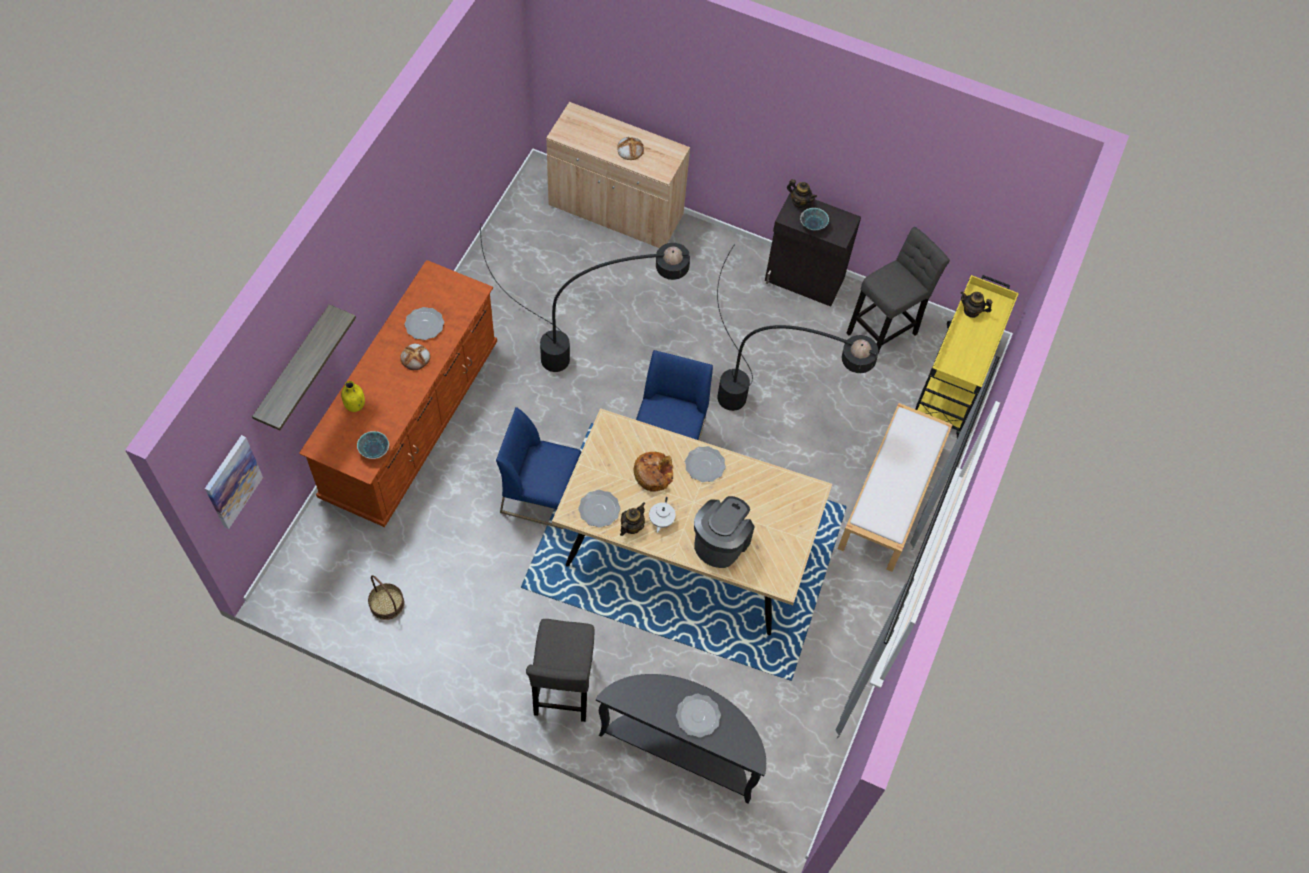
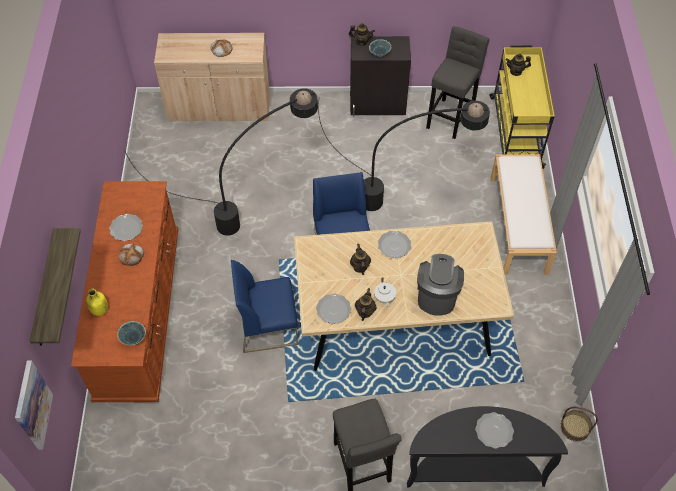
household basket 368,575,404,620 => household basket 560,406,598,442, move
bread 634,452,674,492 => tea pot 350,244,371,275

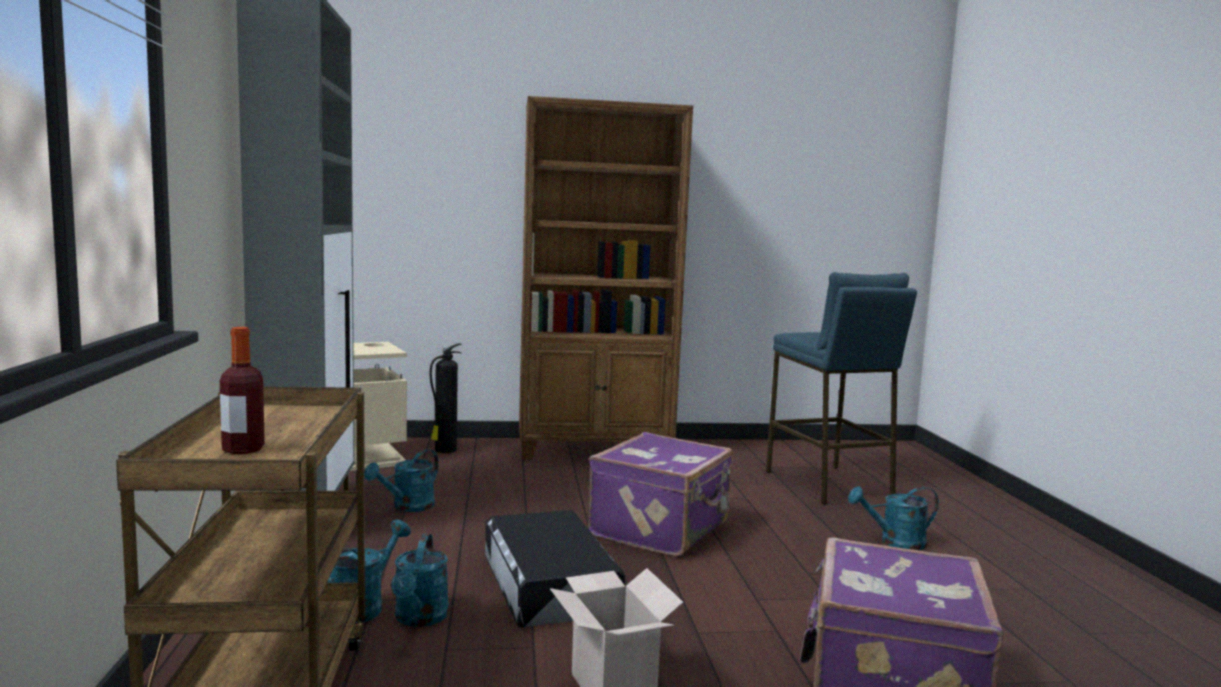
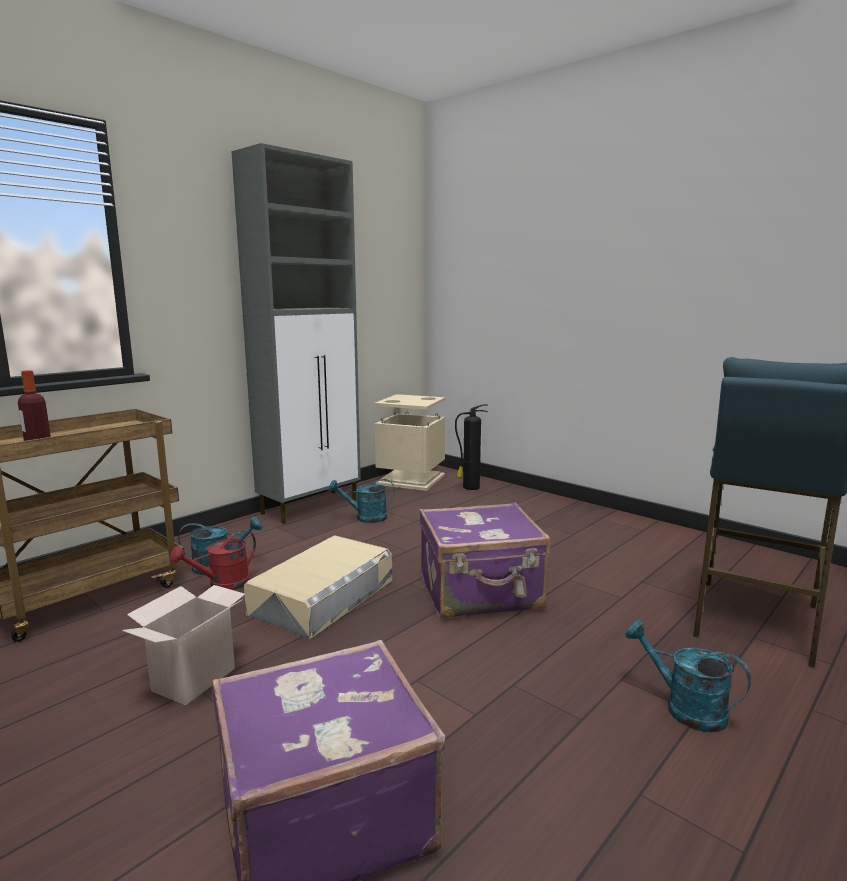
sprinkling can in blue-green 391,534,449,627 => sprinkling can in red 170,530,256,590
storage bin in blackish 485,510,626,628 => storage bin in sand-coloured 244,535,392,639
shelving unit in brown-coloured 519,96,693,460 => nothing

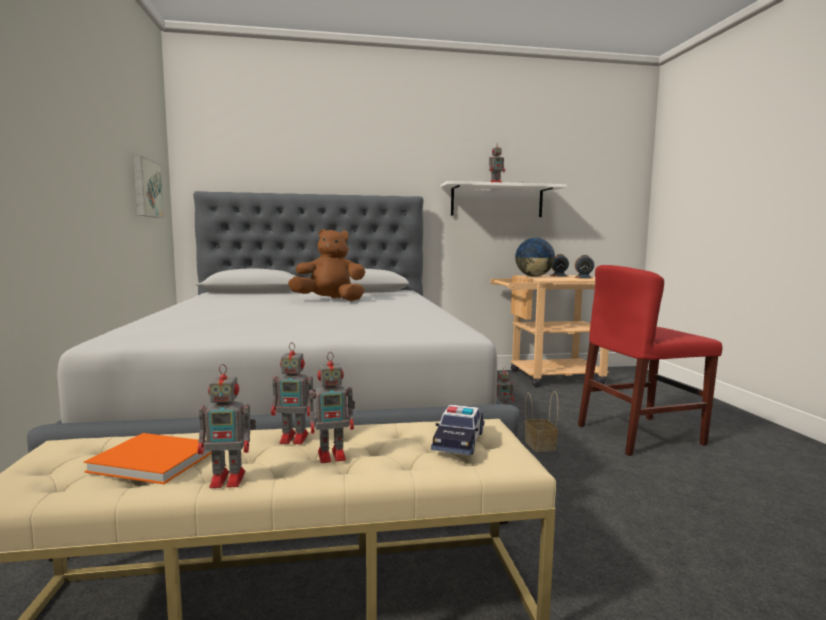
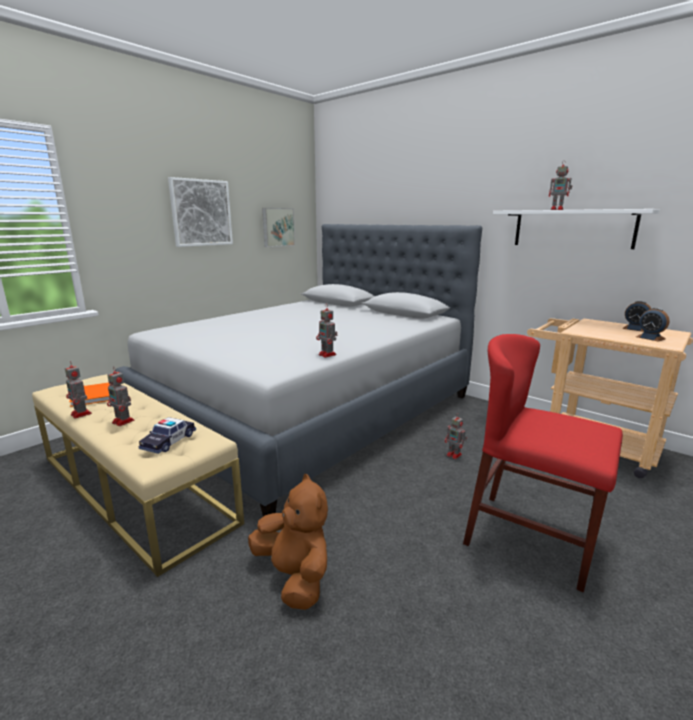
model robot 271,342,315,444 => model robot 316,304,337,358, move
cuddly toy in brown-coloured 288,229,365,301 => cuddly toy in brown-coloured 248,474,328,610, move
miniature car 431,404,484,455 => miniature car 138,417,196,454, 45 degrees counterclockwise
desk globe 515,238,556,277 => nothing
household basket 525,391,558,452 => nothing
nothing => wall art 168,177,233,247

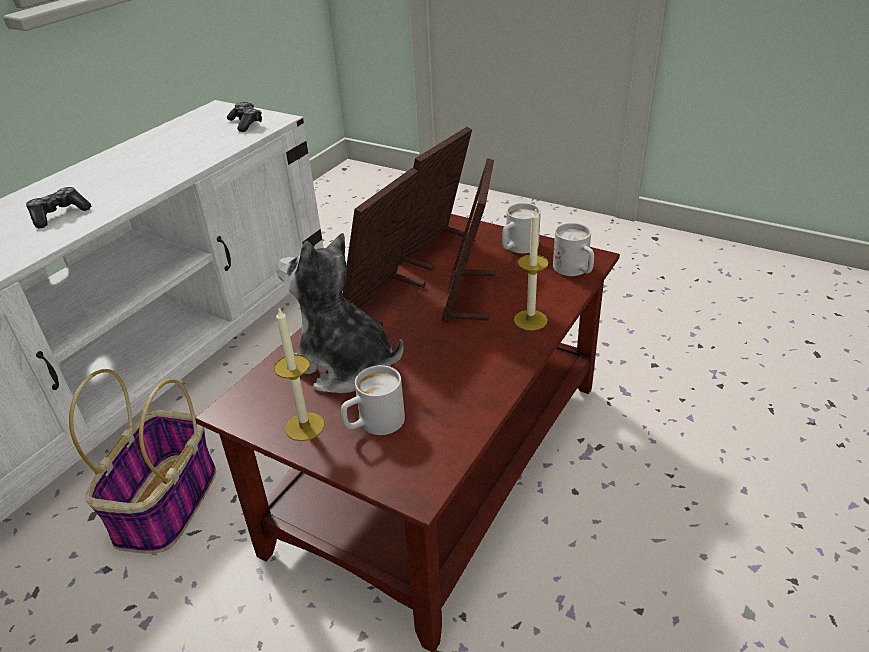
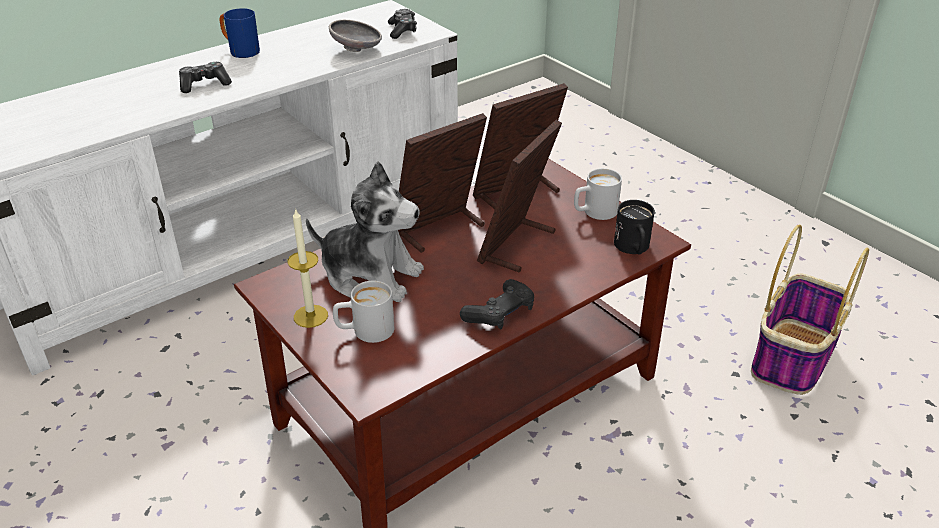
household basket 69,369,216,554 => household basket 751,224,869,395, move
cuddly toy 277,233,404,394 => cuddly toy 306,161,424,302, 150 degrees clockwise
candle 514,207,548,331 => nothing
tea mug in white-coloured 553,223,594,276 => tea mug in blackish 614,200,655,254
nothing => tea mug in blue-coloured 219,8,260,58
nothing => serving bowl in greyish 329,20,382,52
nothing => gamepad in blackish 460,279,534,330

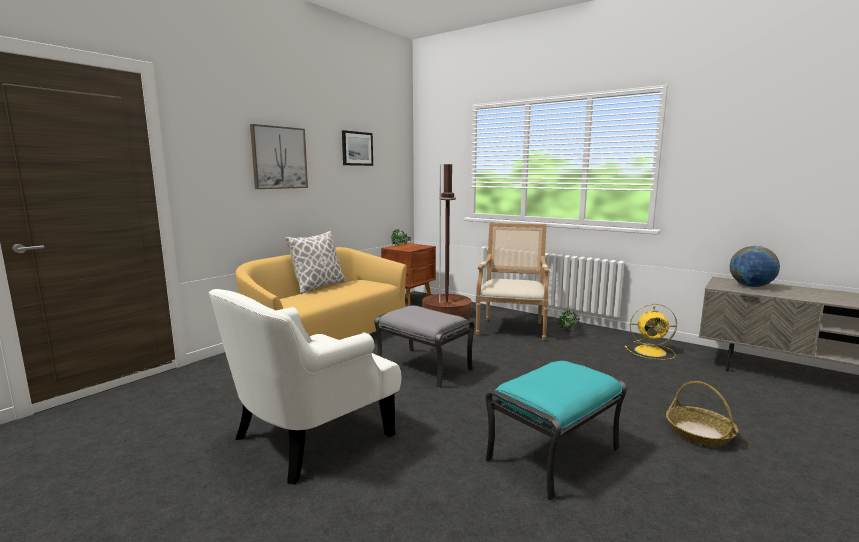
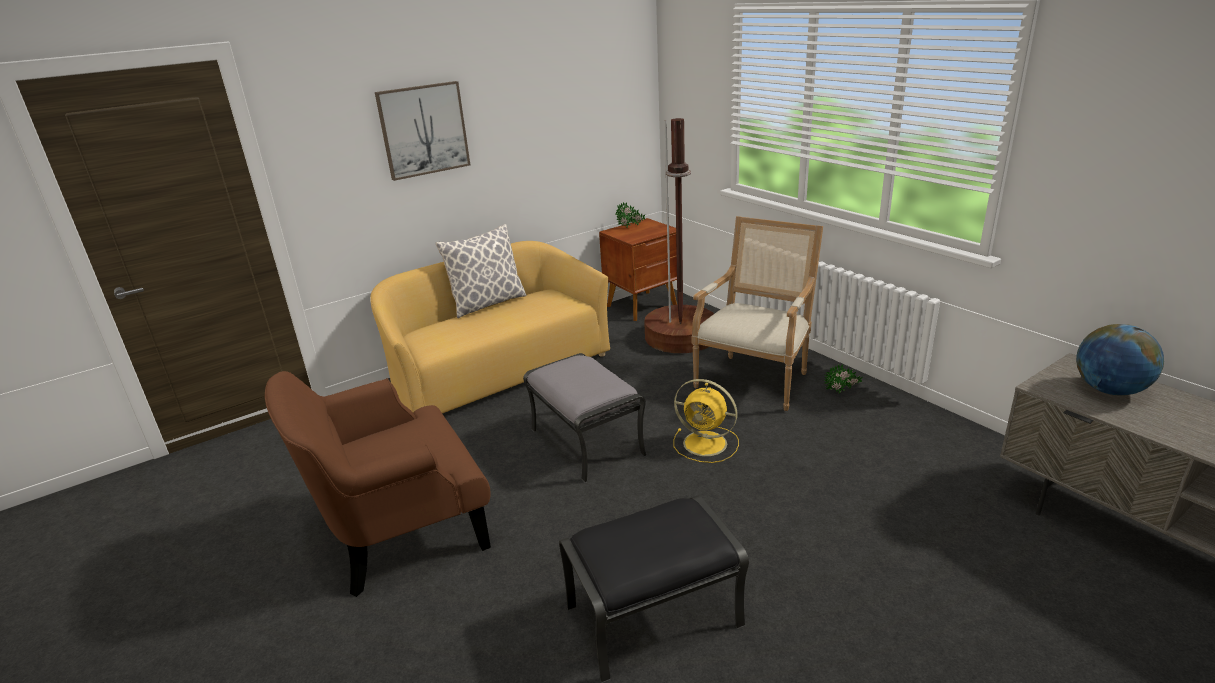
armchair in white-coloured 209,289,401,485 => armchair in brown-coloured 265,371,491,597
wall art 342,130,373,166 => nothing
ottoman in blue-green 485,360,627,501 => ottoman in blackish 559,495,749,683
electric fan in yellowish 625,304,677,360 => electric fan in yellowish 673,379,739,463, move
household basket 666,381,739,446 => nothing

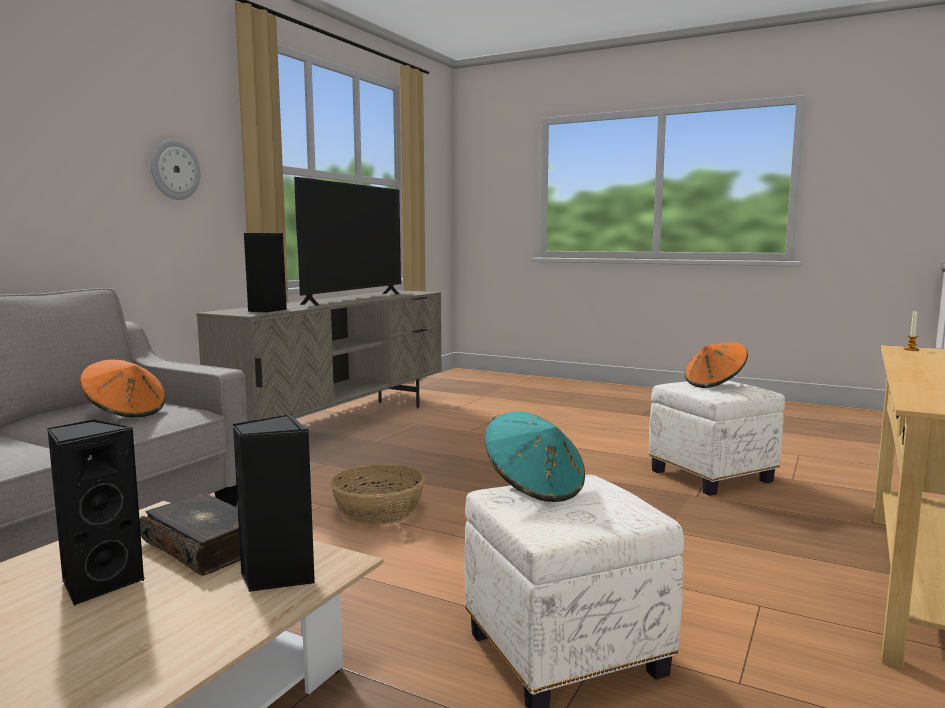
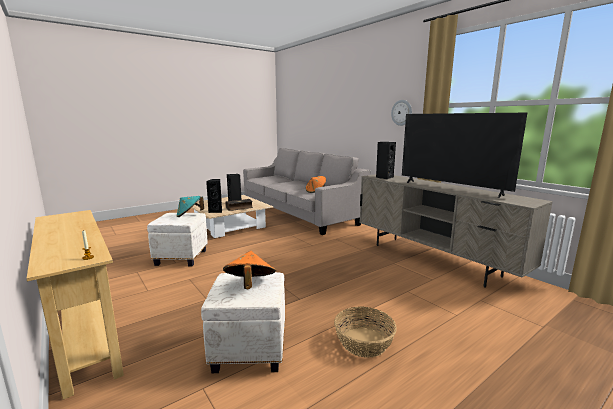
household basket 330,464,425,525 => household basket 334,307,397,358, move

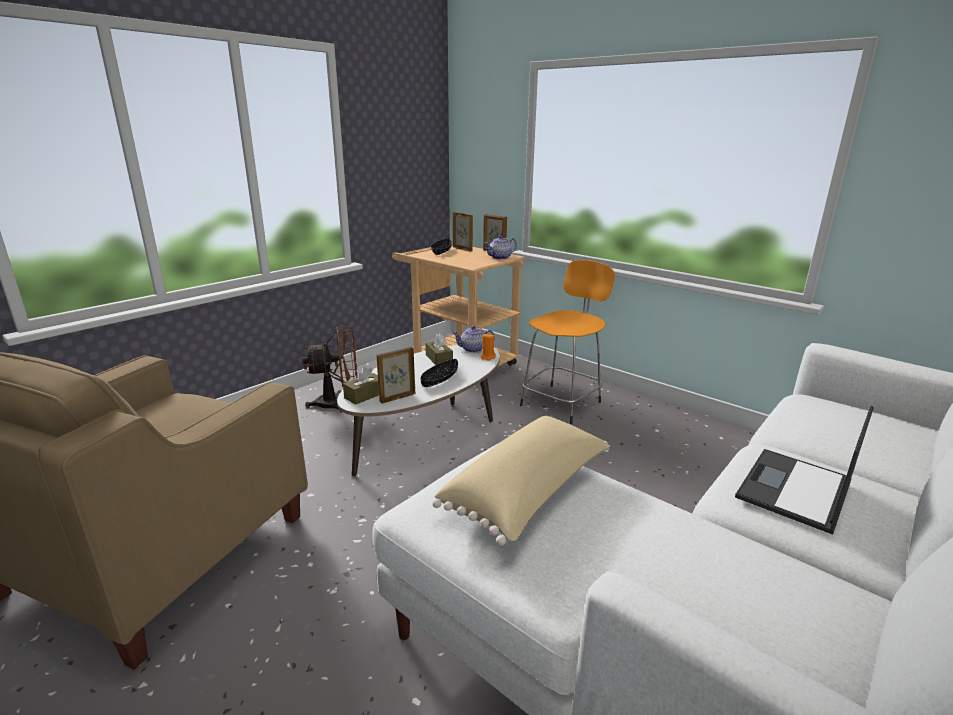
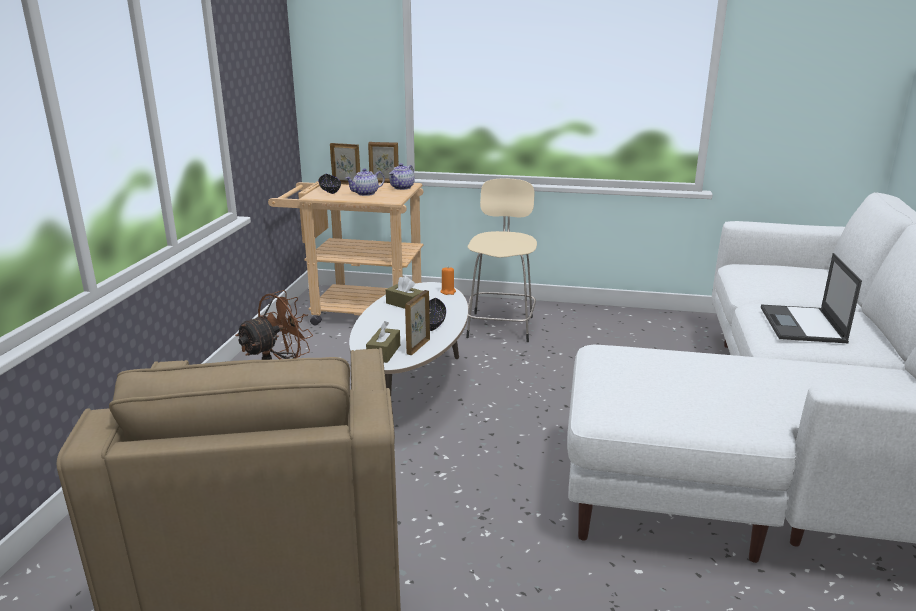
pillow in sand-coloured 432,416,610,546 => nothing
tea pot 452,326,495,353 => tea pot 346,168,385,196, move
sitting stool in orange-coloured 520,260,615,424 => sitting stool in sand-coloured 466,178,537,342

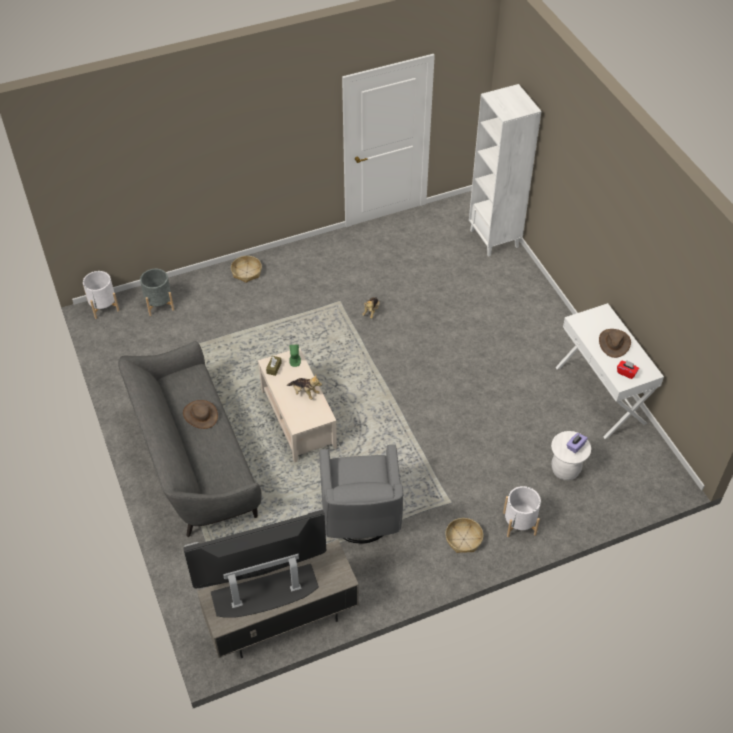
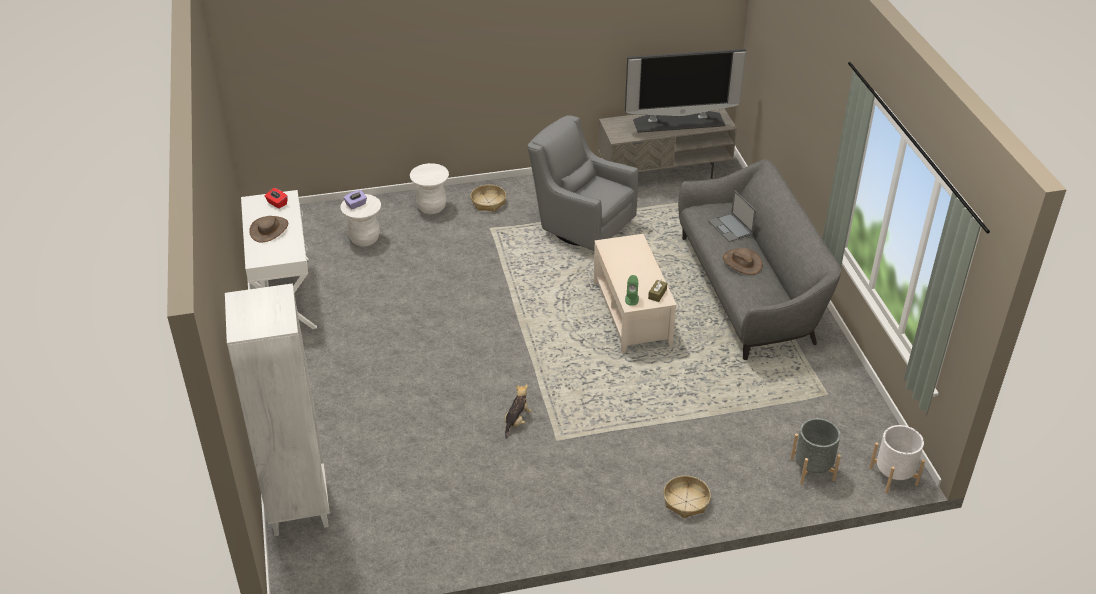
cuddly toy 286,375,322,400 => nothing
armchair in greyish 319,444,403,544 => armchair in greyish 528,115,638,251, 60 degrees counterclockwise
planter in white-coloured 503,486,541,537 => sitting stool in white-coloured 410,163,449,214
nothing => laptop 708,190,756,242

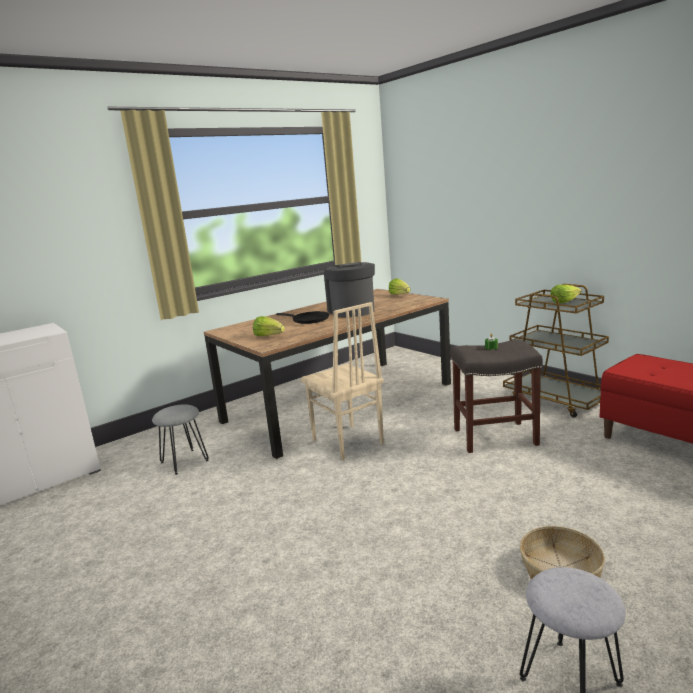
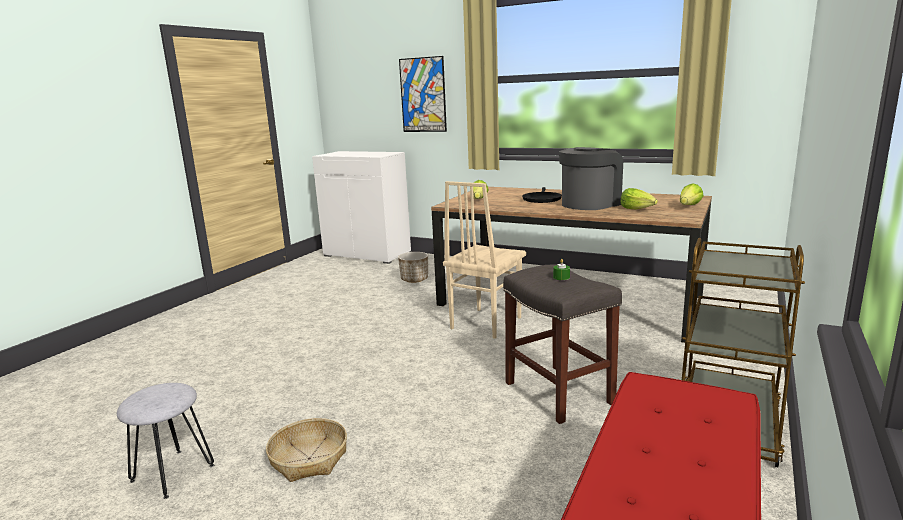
sitting stool in greyish 152,404,209,475 => planter 398,252,428,283
lettuce 550,285,582,303 => lettuce 620,188,658,209, move
nothing => wall art 399,56,447,132

